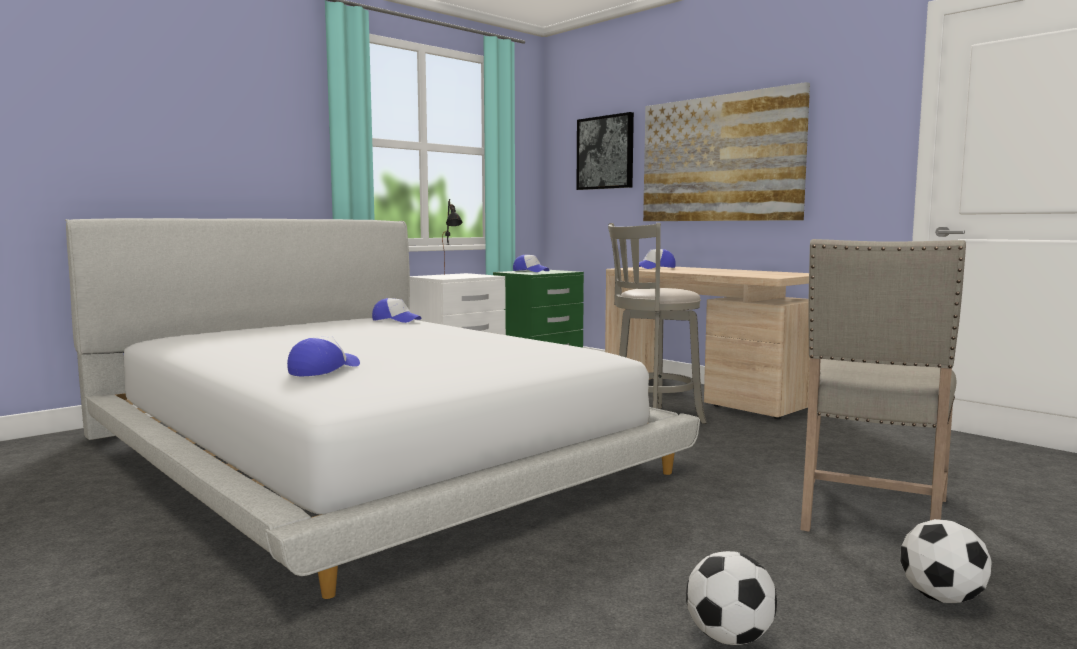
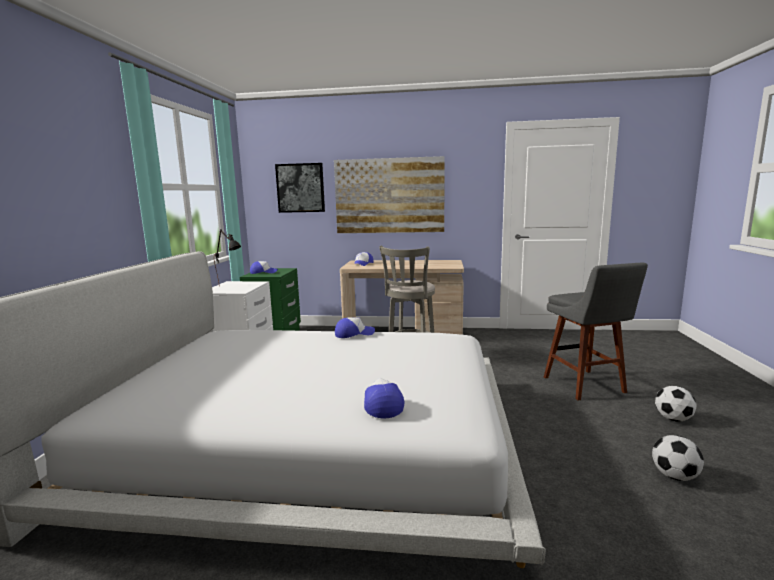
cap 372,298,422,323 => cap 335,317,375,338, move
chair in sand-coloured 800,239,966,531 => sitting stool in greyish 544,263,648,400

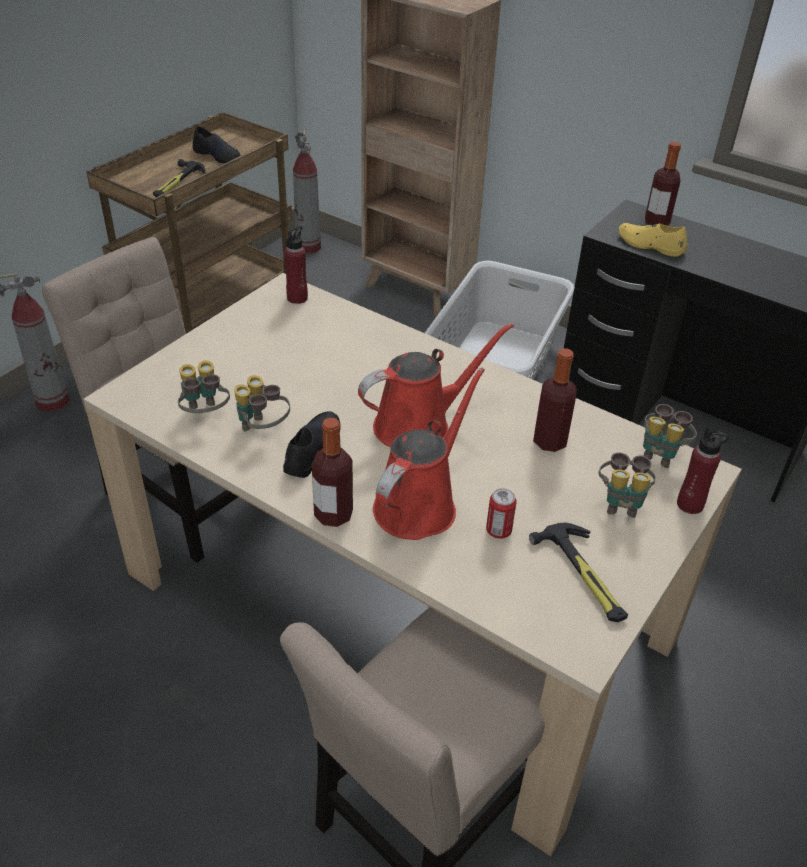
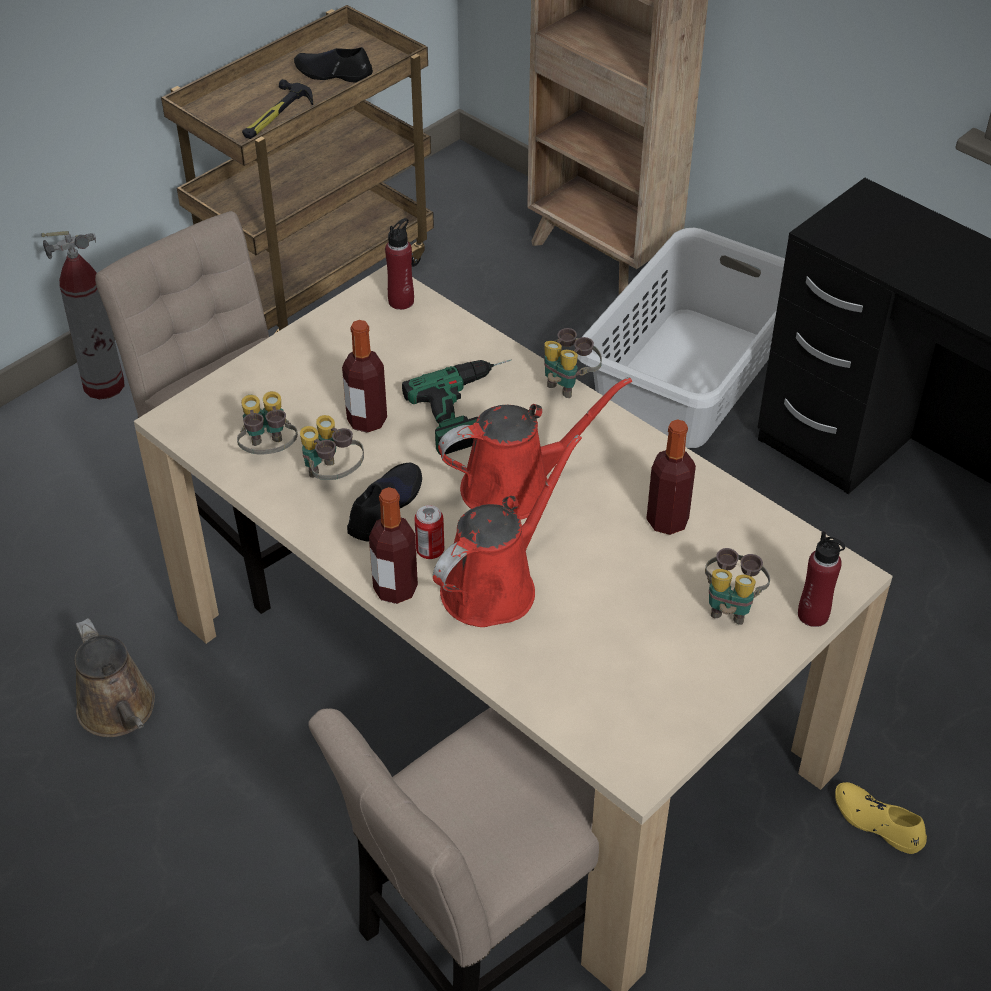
item of footwear in blackish 193,126,241,163 => item of footwear in blackish 294,47,373,83, 150 degrees clockwise
fire-fighting cylinder 293,128,321,254 => nothing
sealed can 486,489,517,539 => sealed can 414,505,444,559, move
hand hammer 529,523,628,622 => nothing
item of footwear in yellowish 619,223,687,257 => item of footwear in yellowish 835,782,927,854, move
pair of binoculars 643,404,697,468 => pair of binoculars 544,328,602,398, move
drink bottle 645,142,681,225 => drink bottle 342,320,387,433, move
nothing => sprinkling can in brown-coloured 75,618,155,737
nothing => drill 402,360,511,455

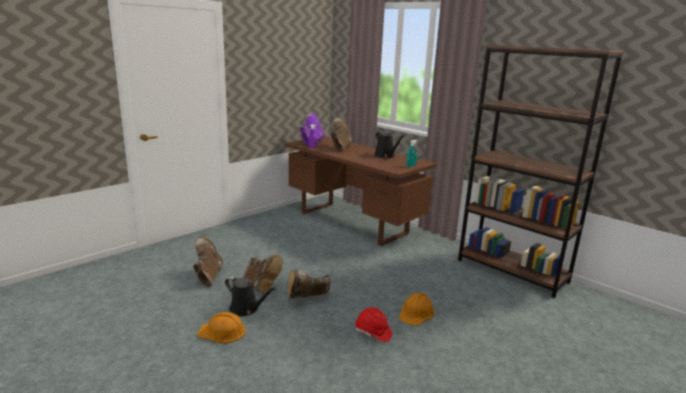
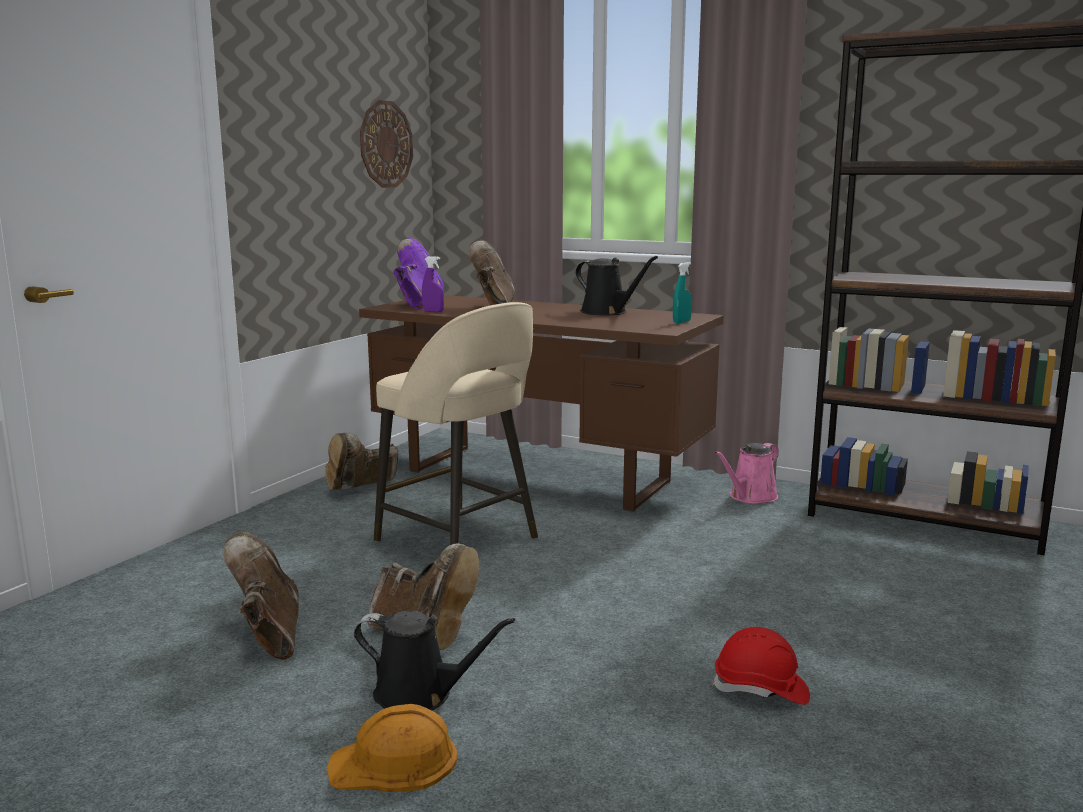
high-top boot in brown-coloured 288,270,330,298 => high-top boot in brown-coloured 326,432,398,490, move
hard hat in orange-coloured 399,293,435,326 => nothing
nothing => clock on the wall 360,100,413,188
nothing => sitting stool in sand-coloured 374,302,538,545
nothing => sprinkling can in pink 714,443,779,504

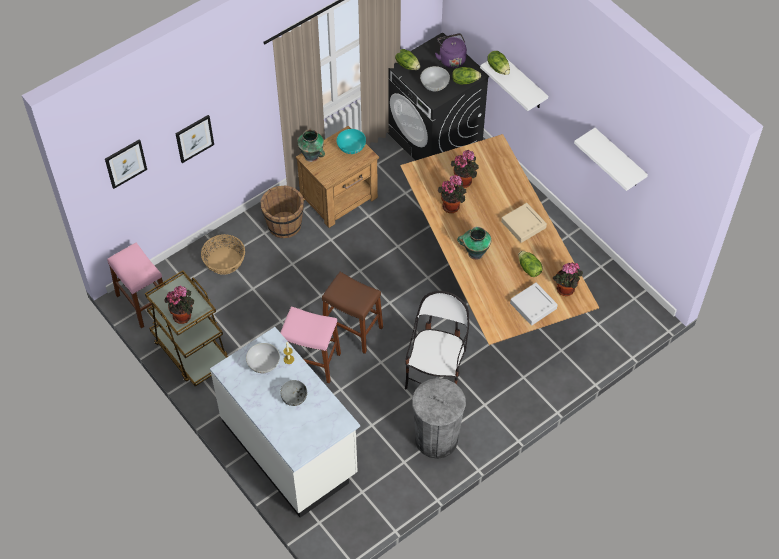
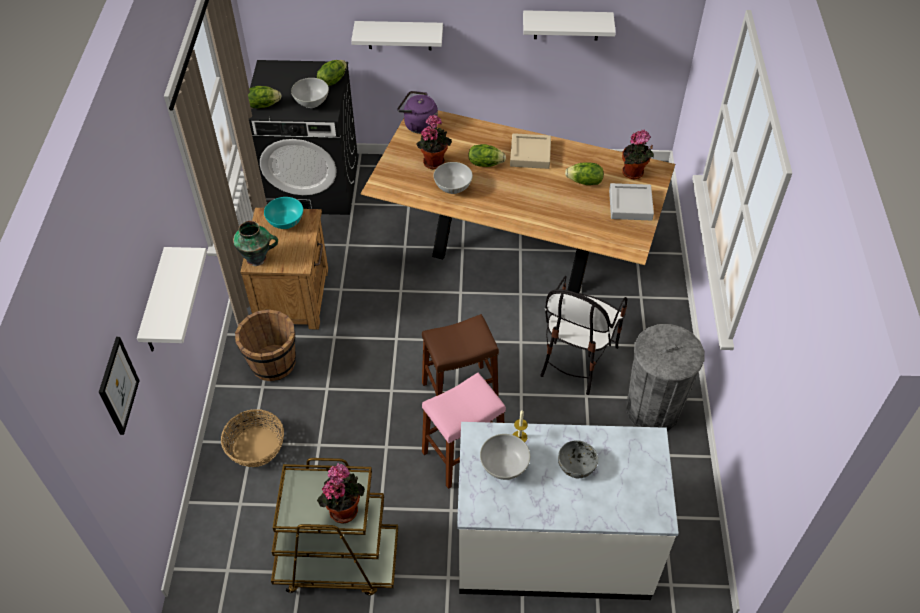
sitting stool in pink 107,243,164,328 => nothing
wall art 175,115,214,163 => wall shelf in white-coloured 137,247,207,351
chair 405,291,469,389 => chair 540,276,627,395, 120 degrees counterclockwise
water kettle in purplish 435,33,467,68 => water kettle in purplish 397,91,438,134, move
potted plant 438,175,466,213 => serving bowl in white-coloured 433,162,473,194
vase 457,227,491,260 => nothing
lettuce 487,51,510,75 => lettuce 468,144,506,167, move

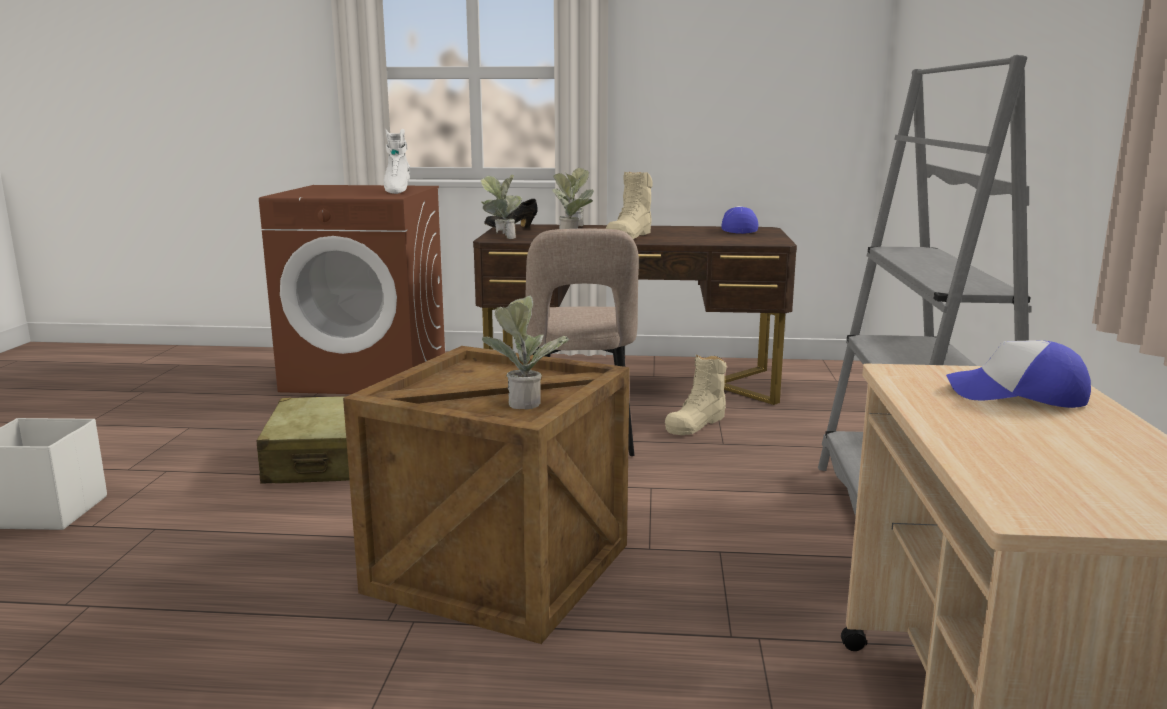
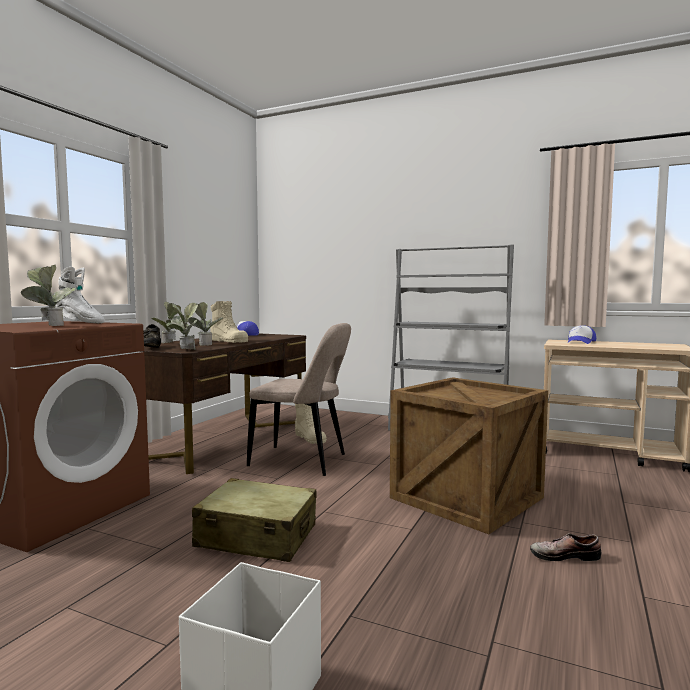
potted plant 482,296,570,409 => potted plant 21,265,76,326, move
nothing => item of footwear 530,533,601,561

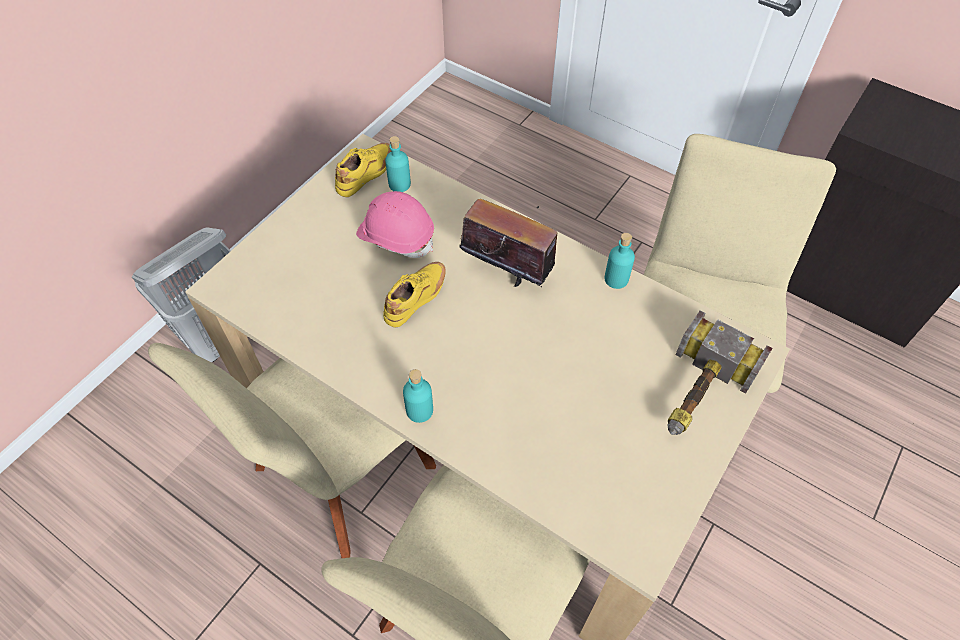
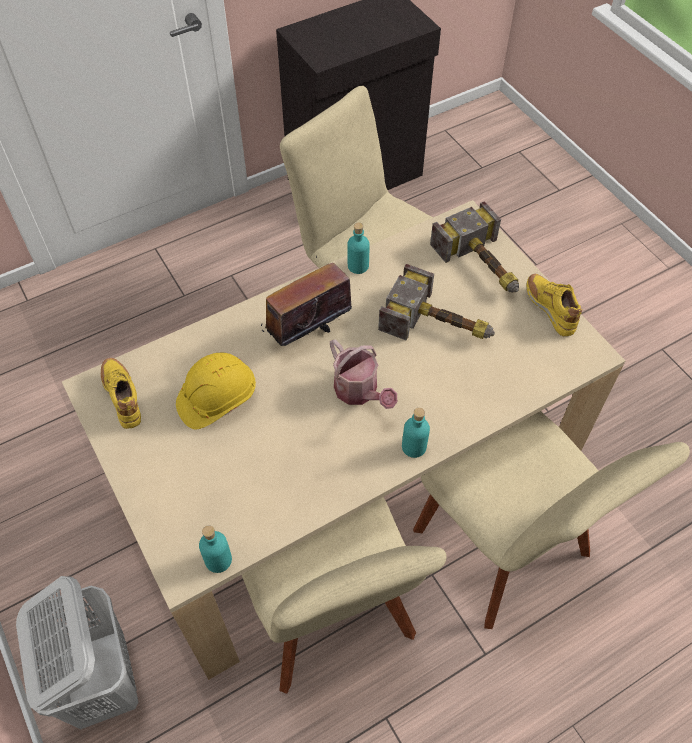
hard hat in pink 356,191,434,258 => hard hat in yellowish 176,353,256,430
item of footwear in yellowish 383,262,446,327 => item of footwear in yellowish 526,274,582,336, move
drink bottle in blue-green 385,136,411,192 => drink bottle in blue-green 199,525,232,573, move
nothing => sprinkling can 330,339,397,409
nothing => hand hammer 378,264,495,341

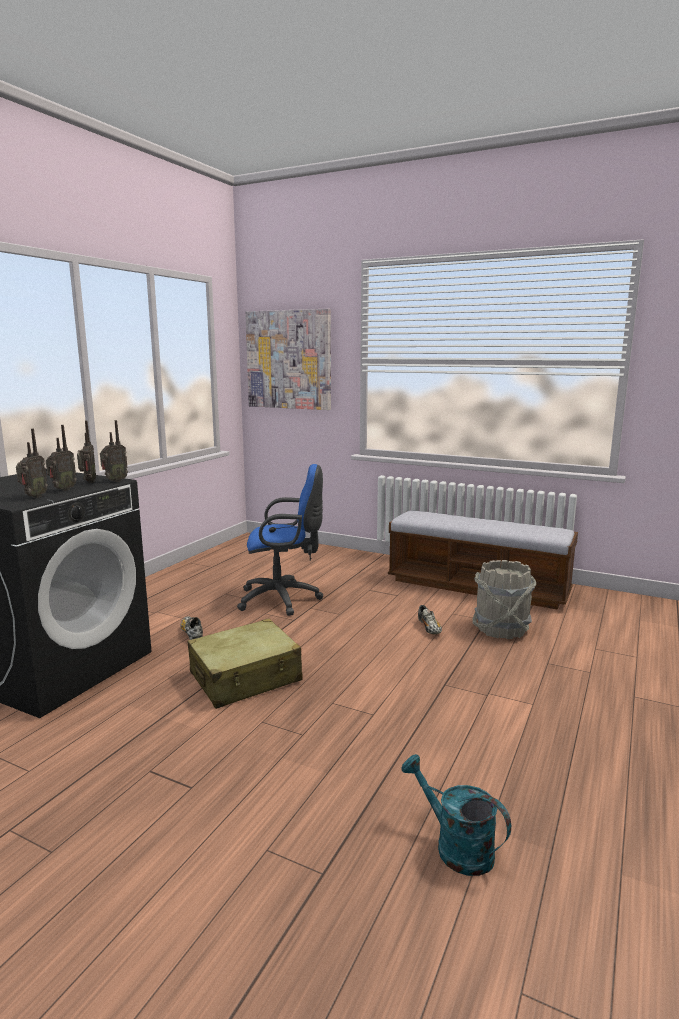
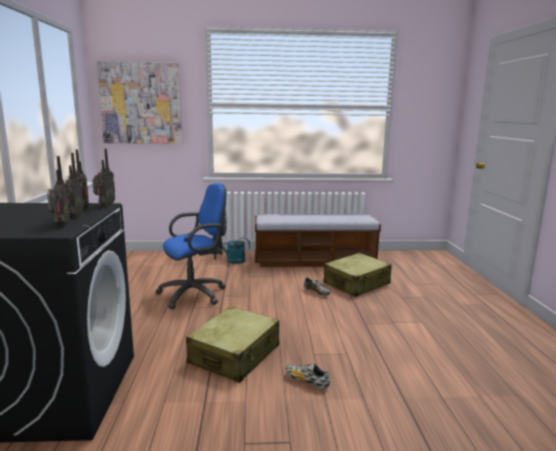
item of footwear 180,616,203,640 => item of footwear 285,363,330,389, move
sprinkling can in blue-green 401,754,511,876 => sprinkling can in blue-green 212,236,250,264, move
bucket in greyish 473,560,536,639 => piece of luggage in sand-coloured 323,253,392,297

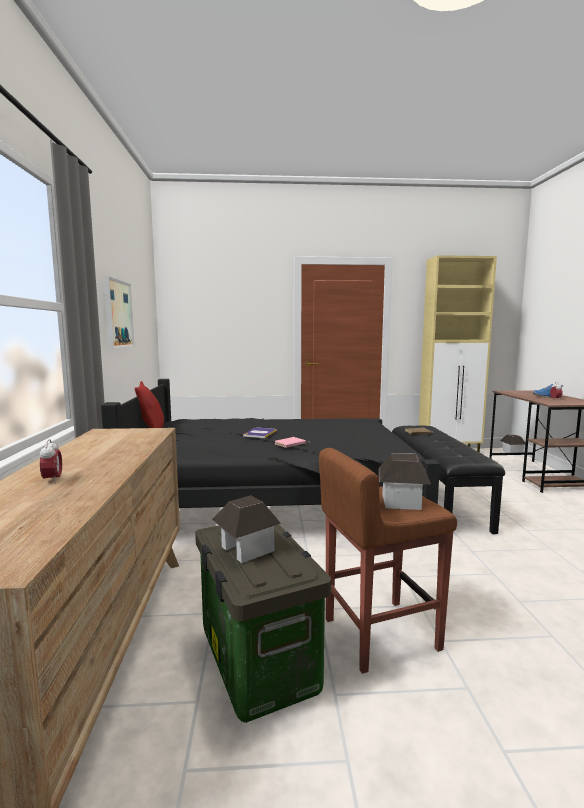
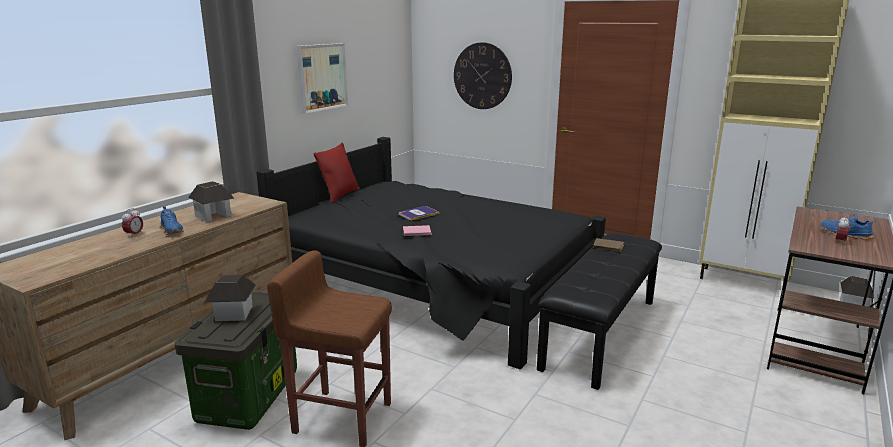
model house 379,453,431,510 => model house 188,181,234,222, move
nothing => item of footwear in blue-coloured 161,206,184,235
nothing => clock on the wall 454,42,512,109

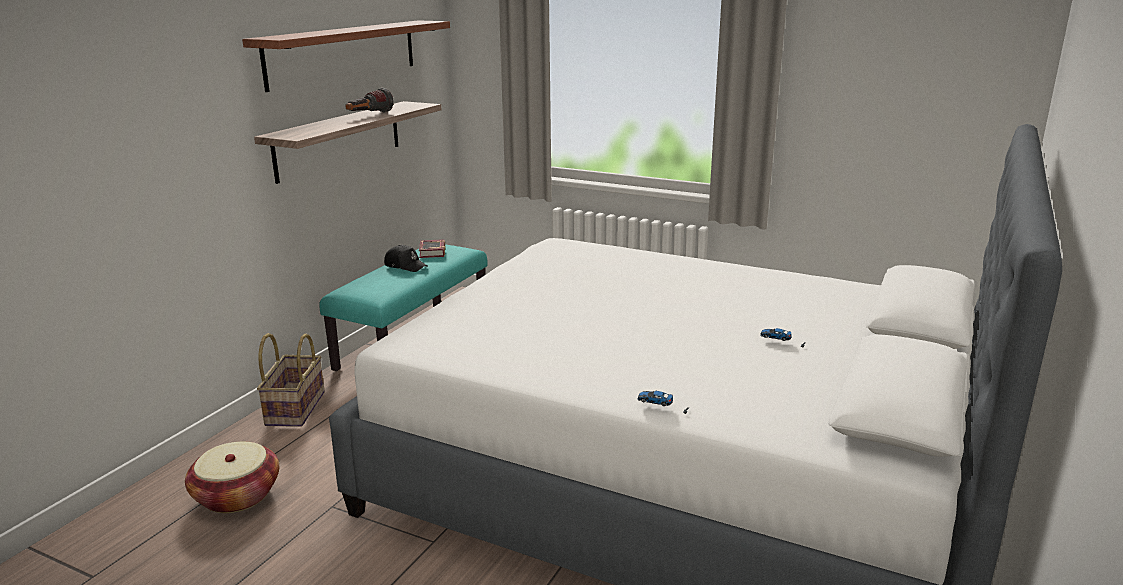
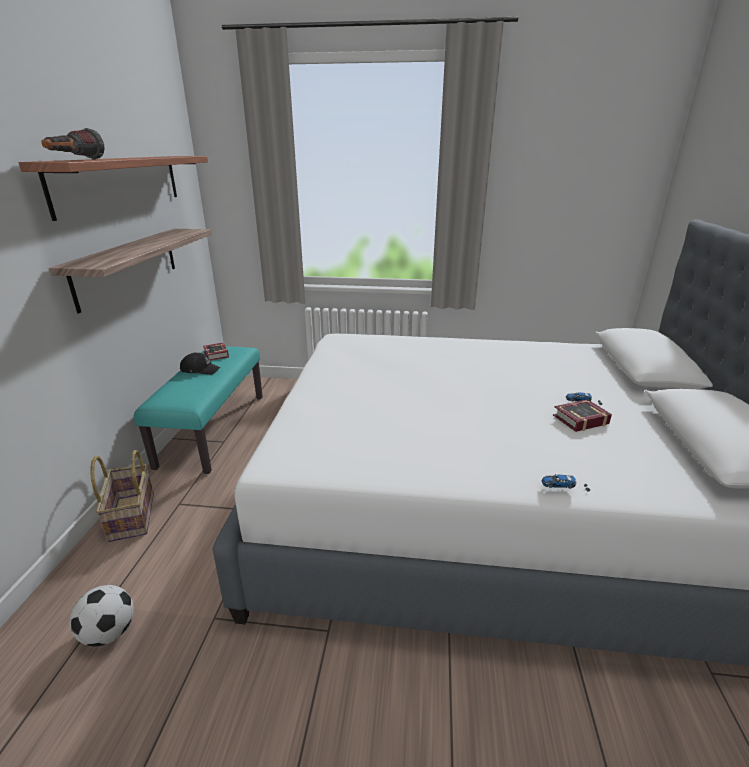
household basket 185,442,279,513 => football ball 70,585,134,646
flashlight 345,88,394,113 => flashlight 41,128,105,160, move
nothing => bound book 553,399,612,432

